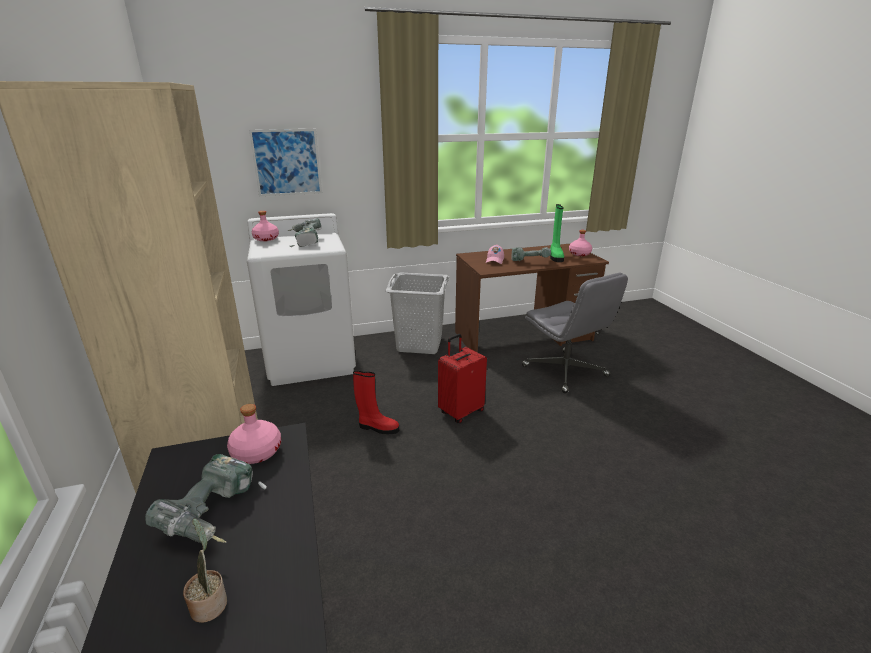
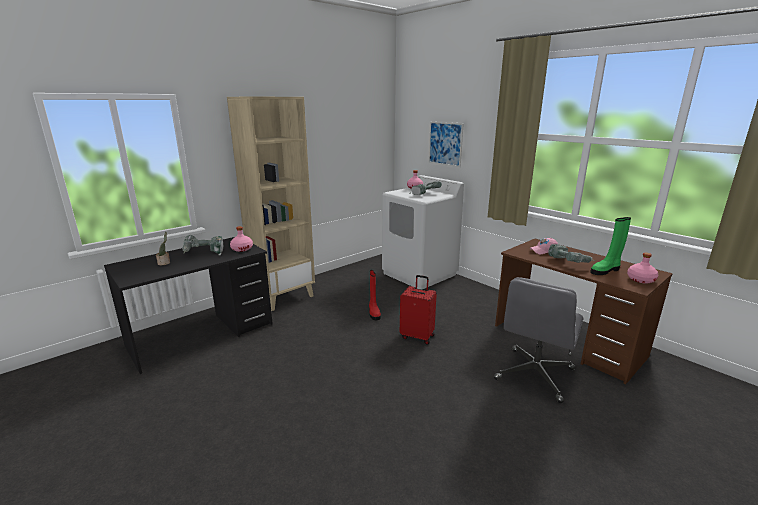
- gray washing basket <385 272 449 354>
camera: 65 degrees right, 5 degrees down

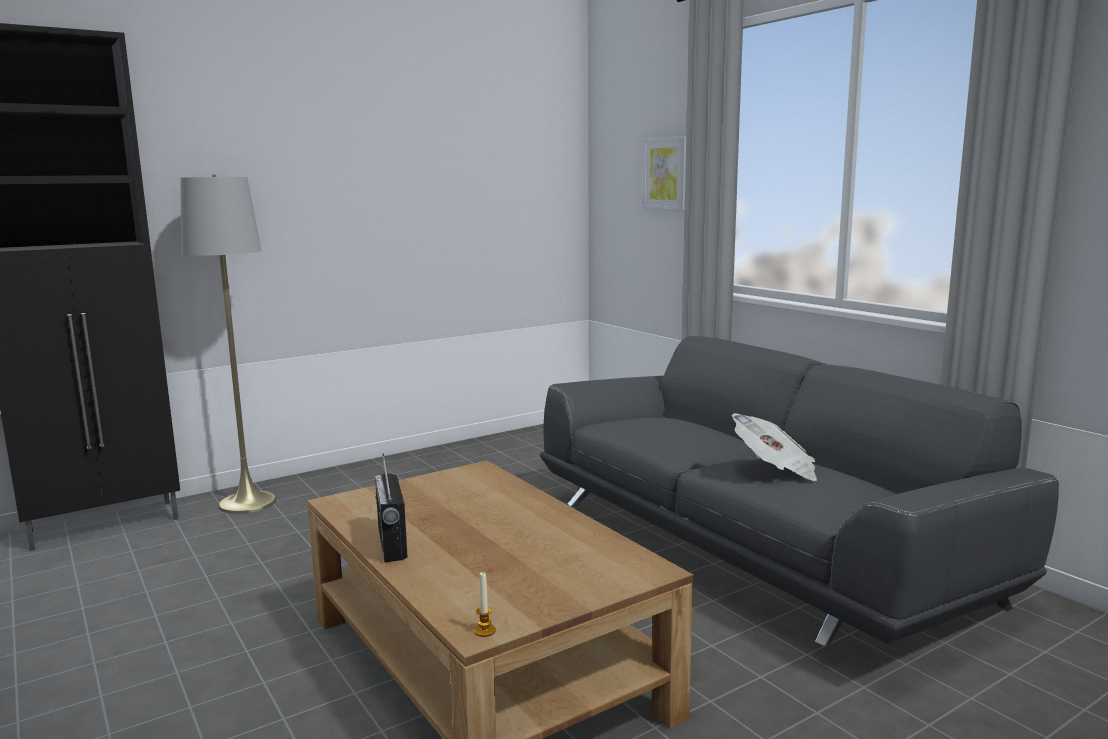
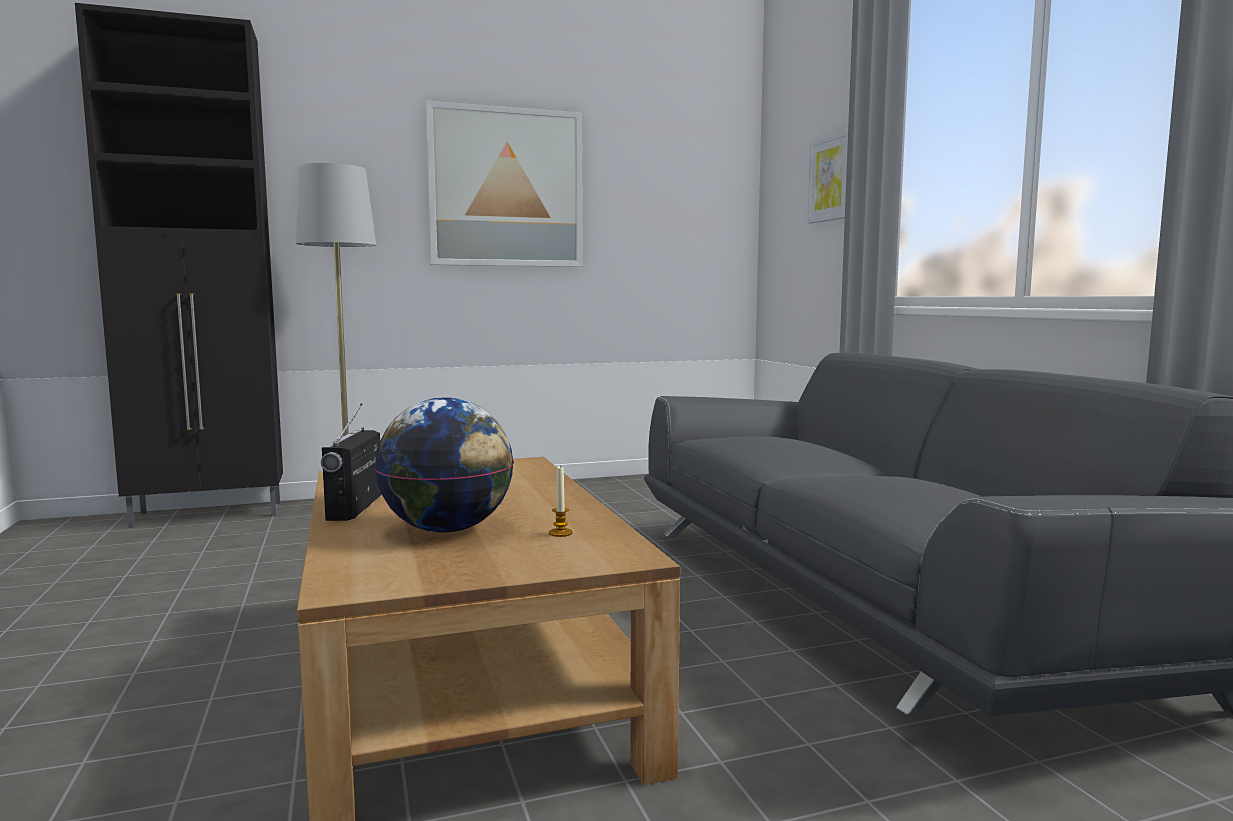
- newspaper <732 413 817 481>
~ wax candle <474 572 496 637> to <549 466 572 537>
+ picture <425 101 583 267>
+ world globe <375 398 514 532>
camera: 15 degrees right, 5 degrees down

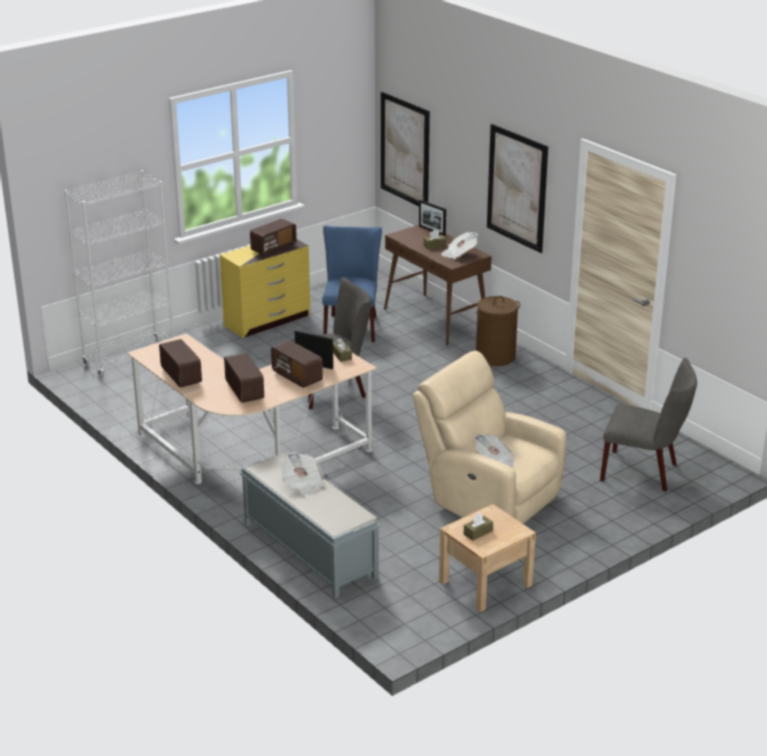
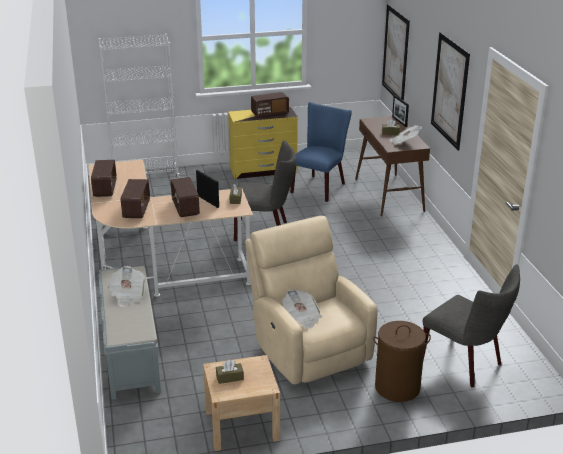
~ brown-coloured washing basket <475 296 520 366> to <373 321 431 402>
camera: 25 degrees right, 0 degrees up

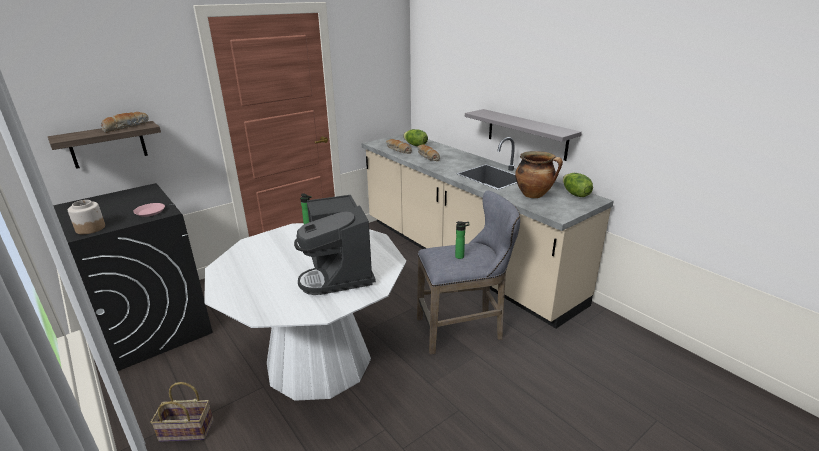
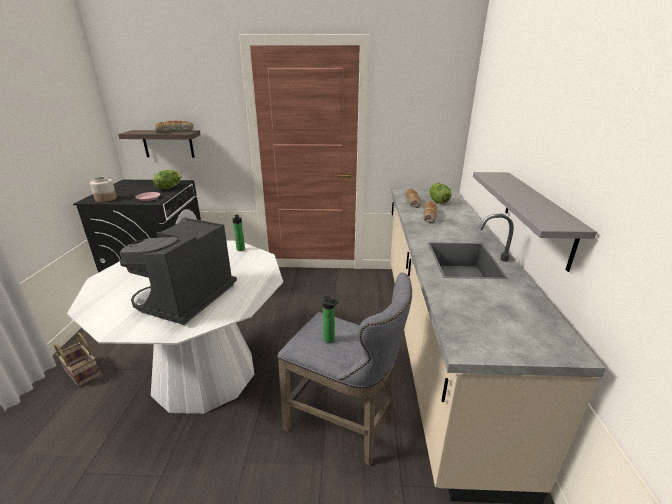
- cooking pot <515 151 563 198>
~ lettuce <563 173 593 197> to <153 170 181 189>
camera: 40 degrees right, 0 degrees up

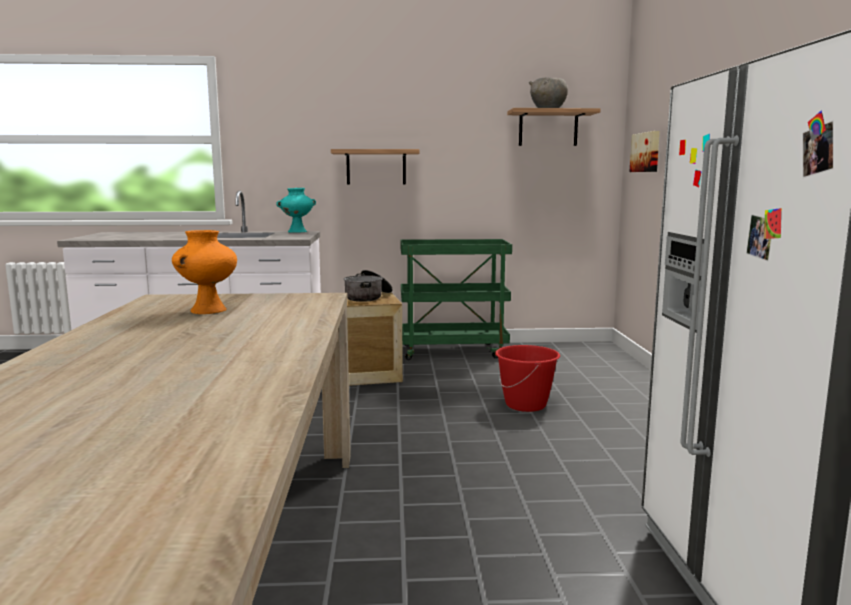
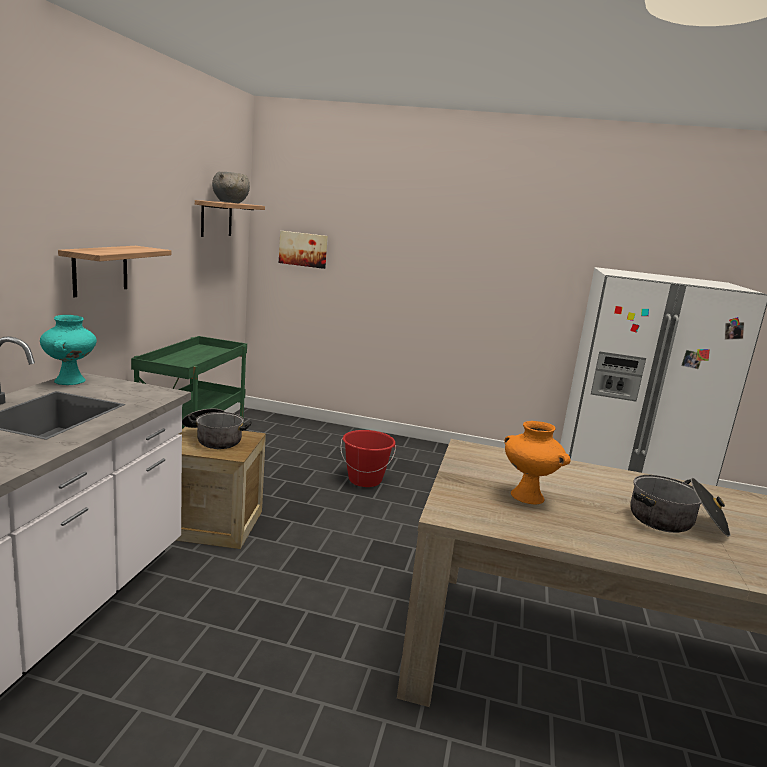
+ cooking pot <630 475 730 537>
camera: 75 degrees left, 5 degrees up

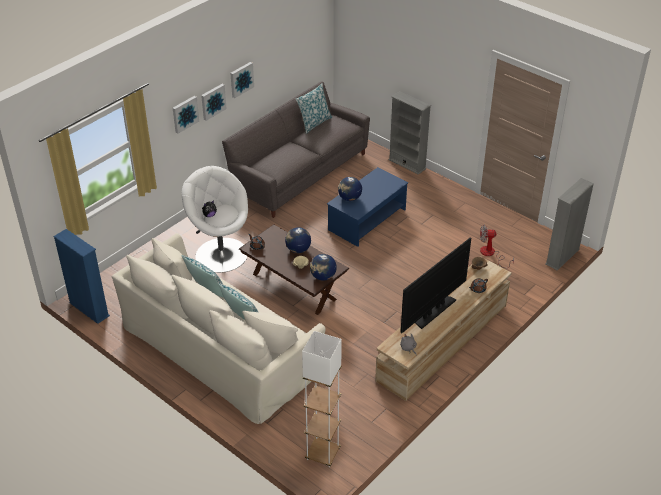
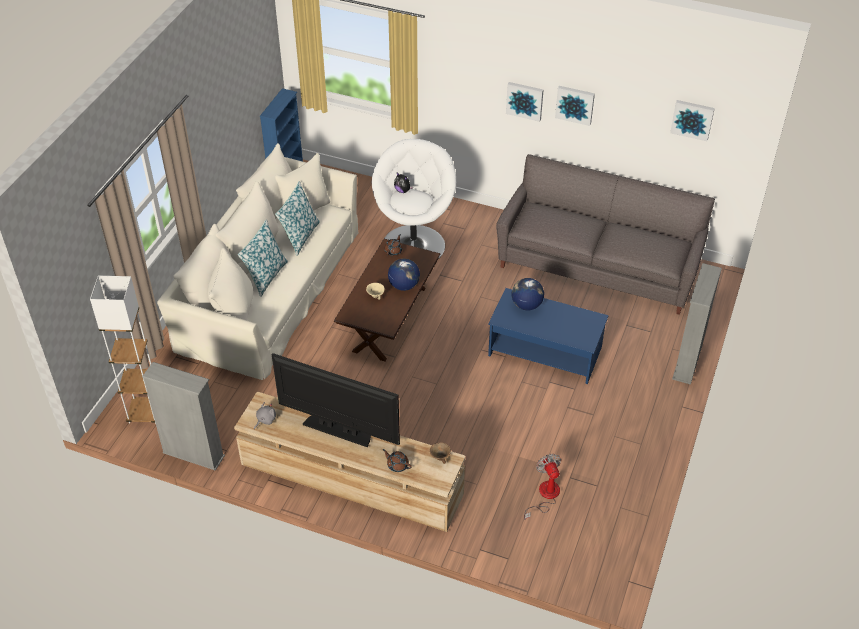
- throw pillow <296 83 332 134>
~ picture <173 96 199 134> to <670 100 715 141>
~ gray bookshelf <545 178 594 271> to <142 362 225 471>
- world globe <310 254 337 281>
camera: 70 degrees right, 5 degrees up

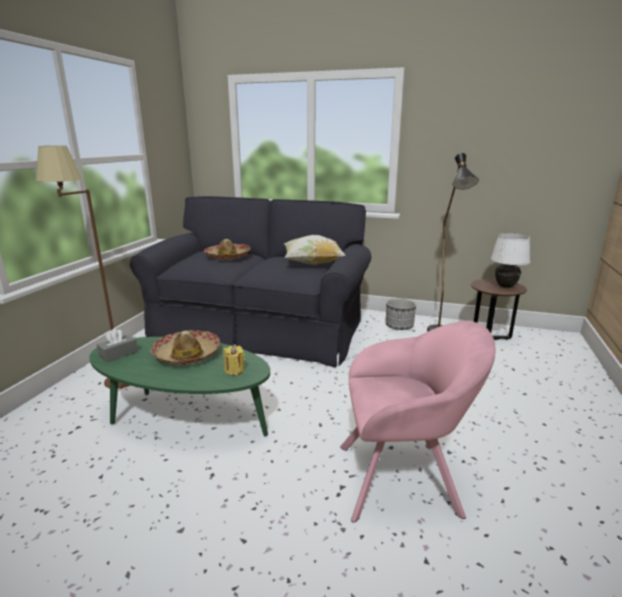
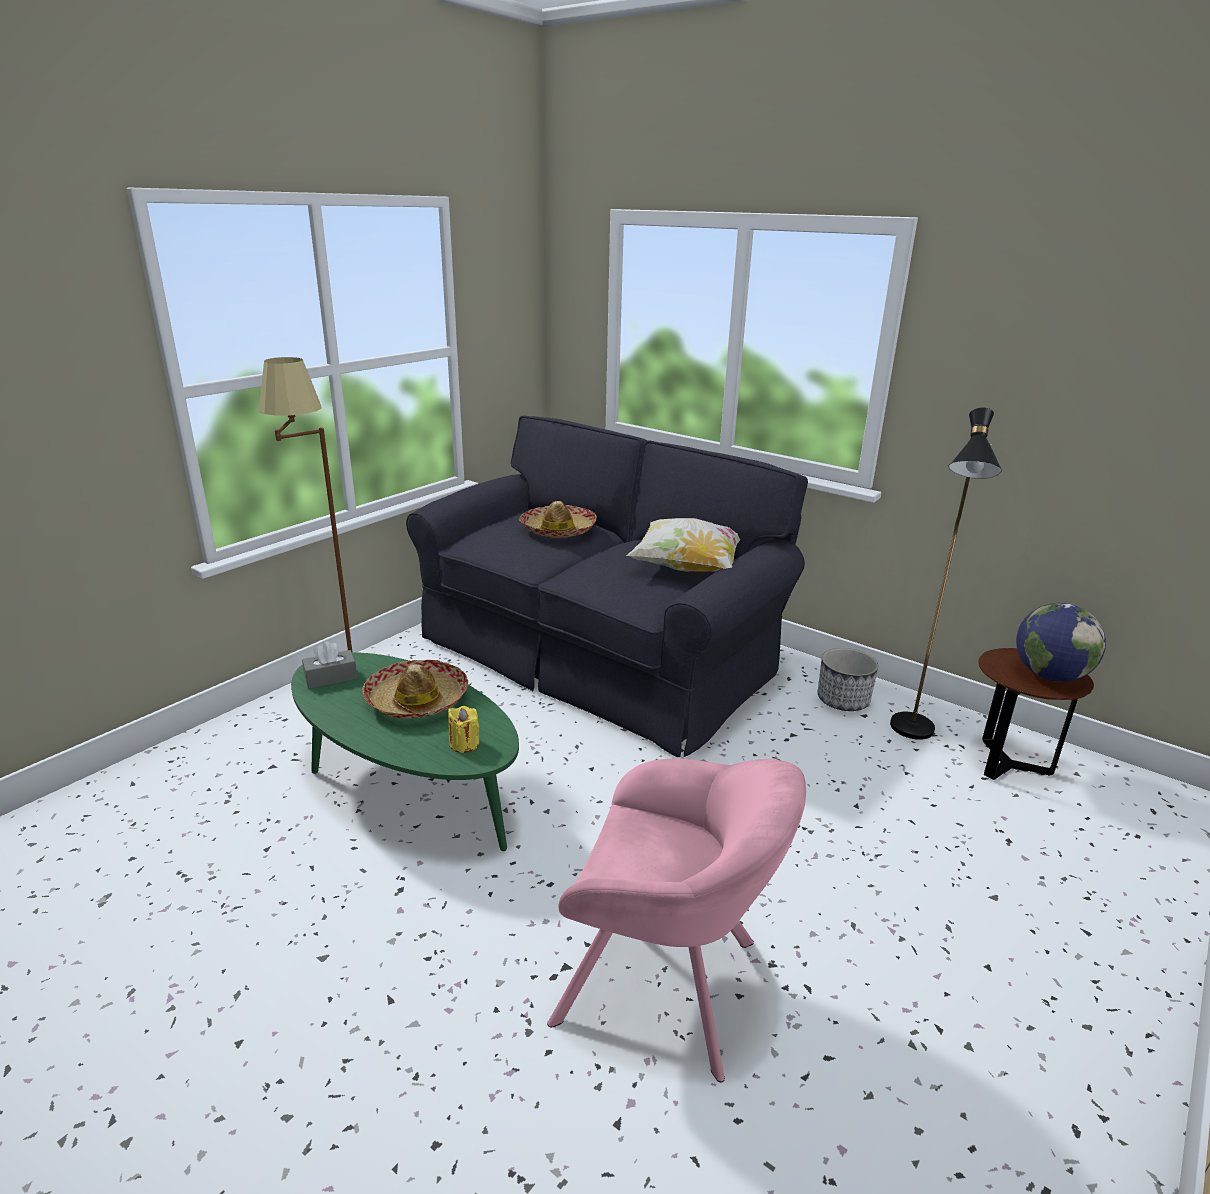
~ white tabletop lamp <490 233 531 288> to world globe <1016 603 1106 682>
camera: 20 degrees right, 5 degrees up

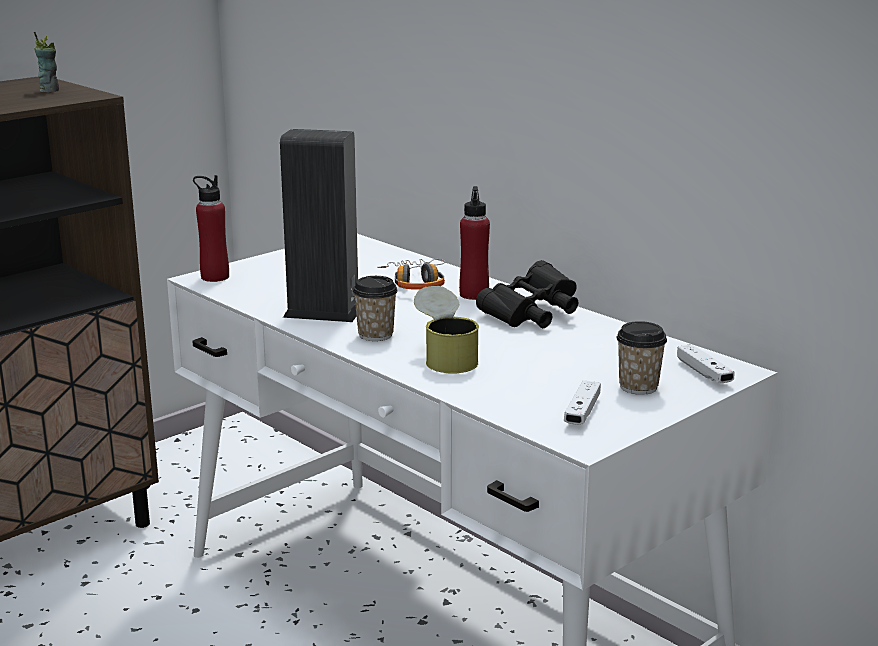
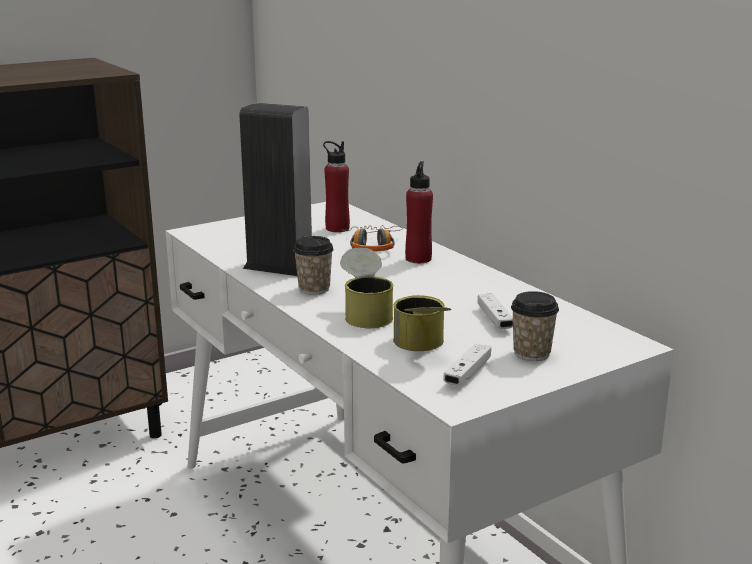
- small cup <34 32 59 92>
~ red drink bottle <193 175 229 282> to <323 141 350 232>
- black-coloured field glasses <476 260 578 328>
~ white game controller <677 344 735 383> to <478 293 513 329>
+ can <393 295 451 351>
camera: 10 degrees right, 0 degrees up

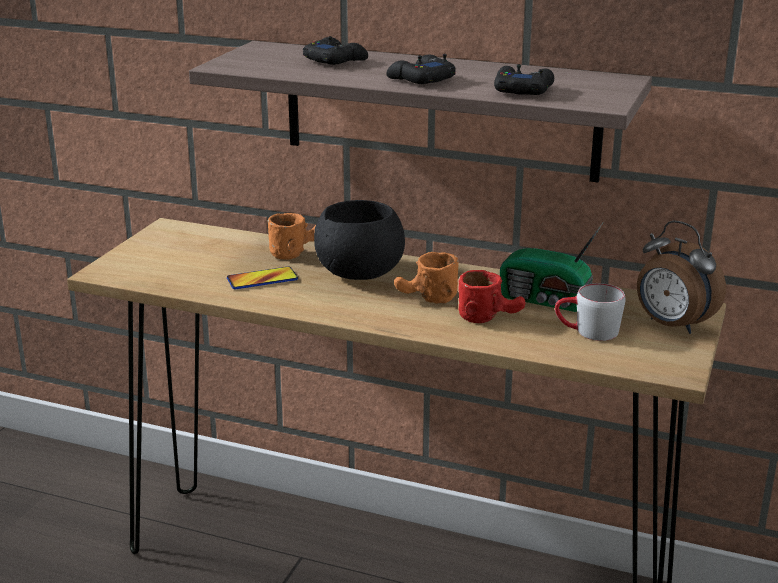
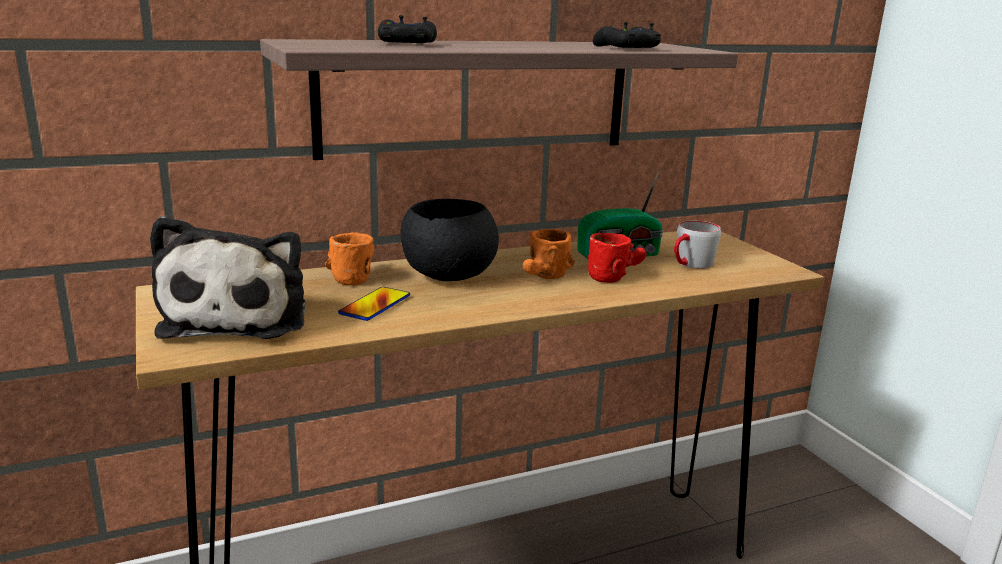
- black-coloured game controller <386 54 456 84>
- table clock <637 220 726 334>
+ soft toy <150 216 305 339>
camera: 45 degrees left, 5 degrees down

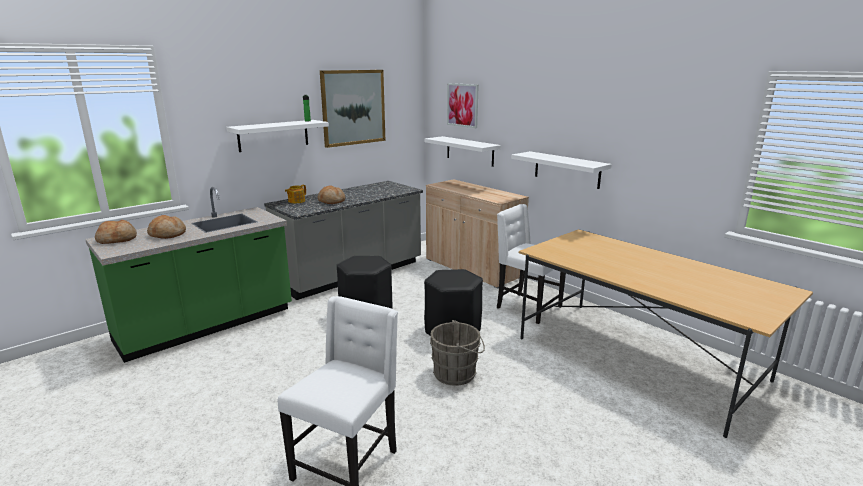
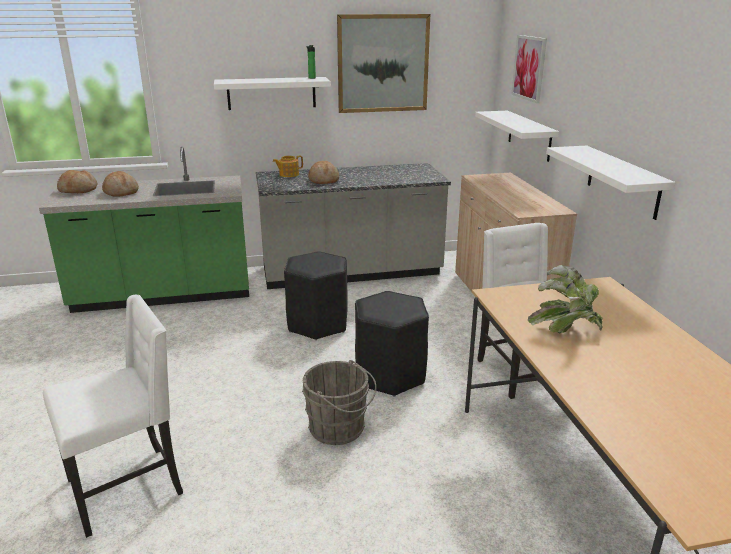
+ plant in a pot <528 265 603 333>
camera: 30 degrees right, 5 degrees up

